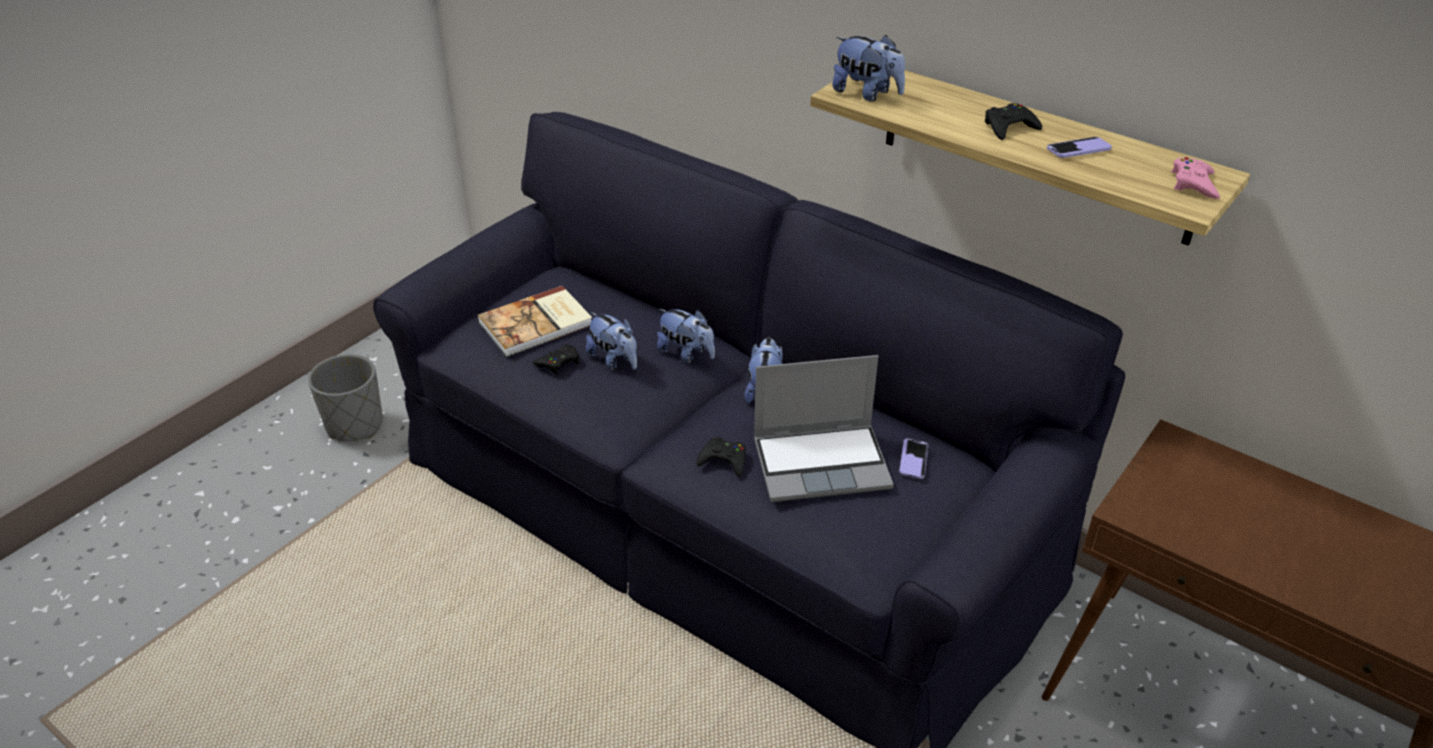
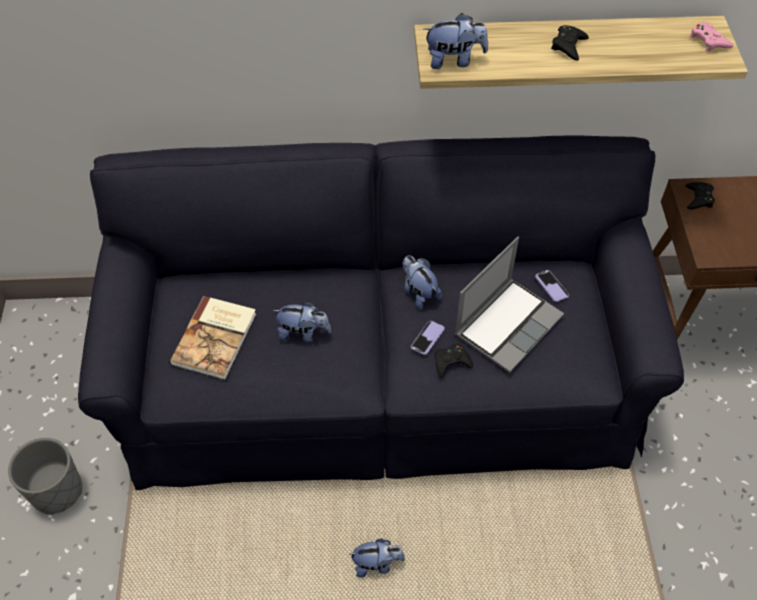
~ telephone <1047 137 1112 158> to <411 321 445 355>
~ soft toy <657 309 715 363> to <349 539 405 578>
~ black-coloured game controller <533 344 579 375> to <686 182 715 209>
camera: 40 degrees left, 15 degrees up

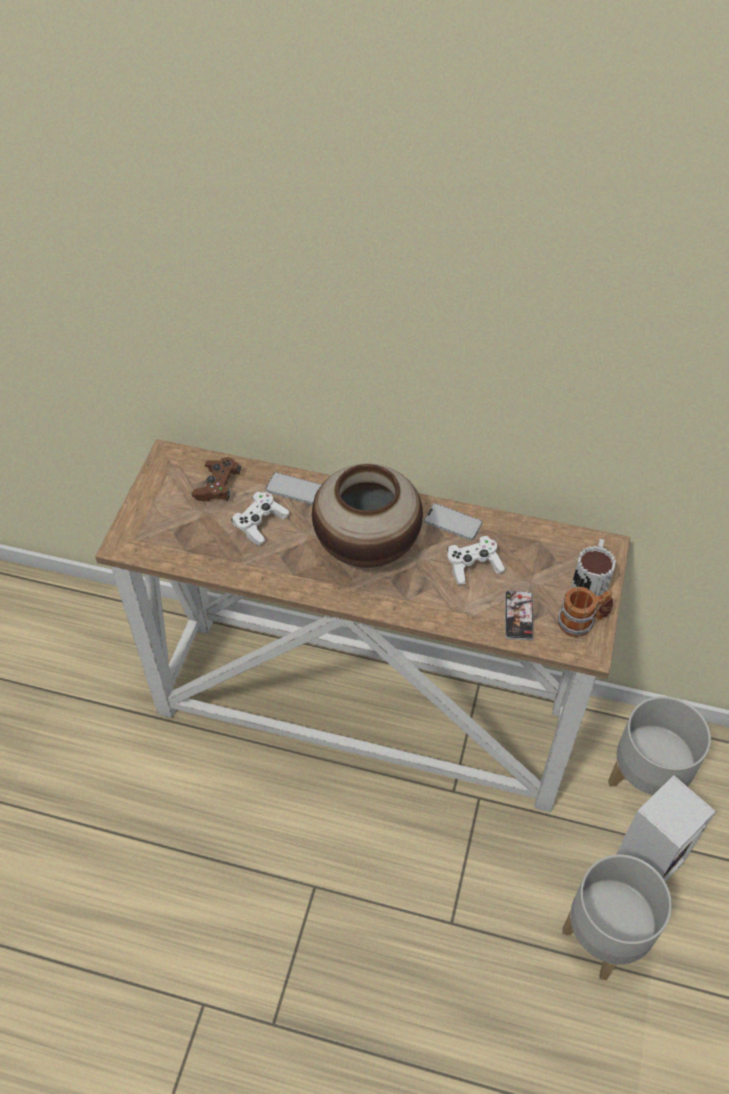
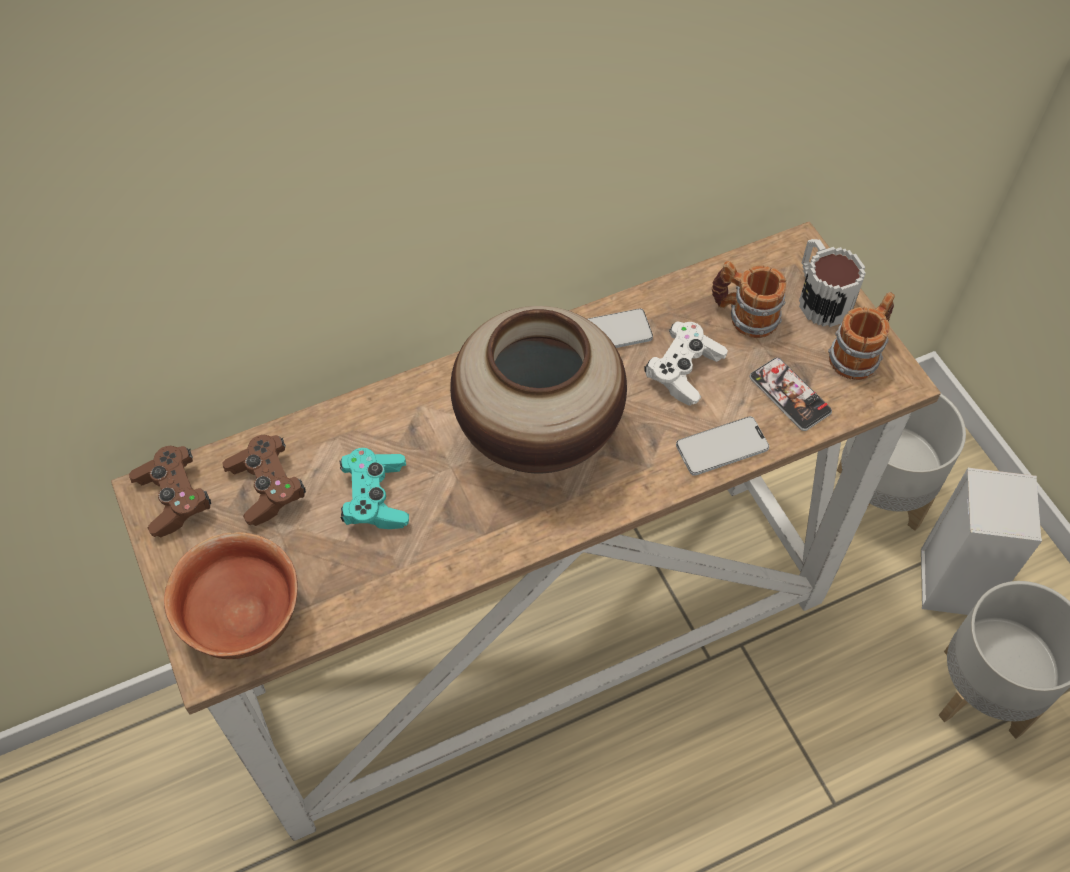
~ telephone <266 472 321 504> to <676 416 769 476>
~ white game controller <231 492 289 545> to blue-green game controller <340 448 409 529>
+ coffee mug <712 261 786 338>
+ brown-coloured game controller <129 446 211 538>
+ bowl <164 532 298 659>
camera: 40 degrees left, 5 degrees up

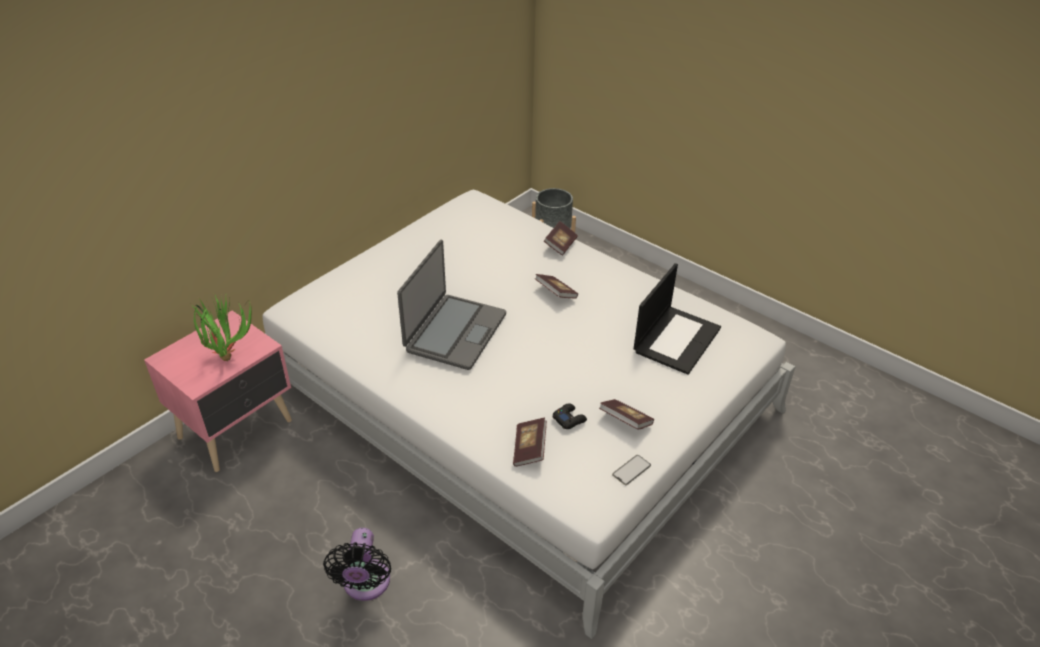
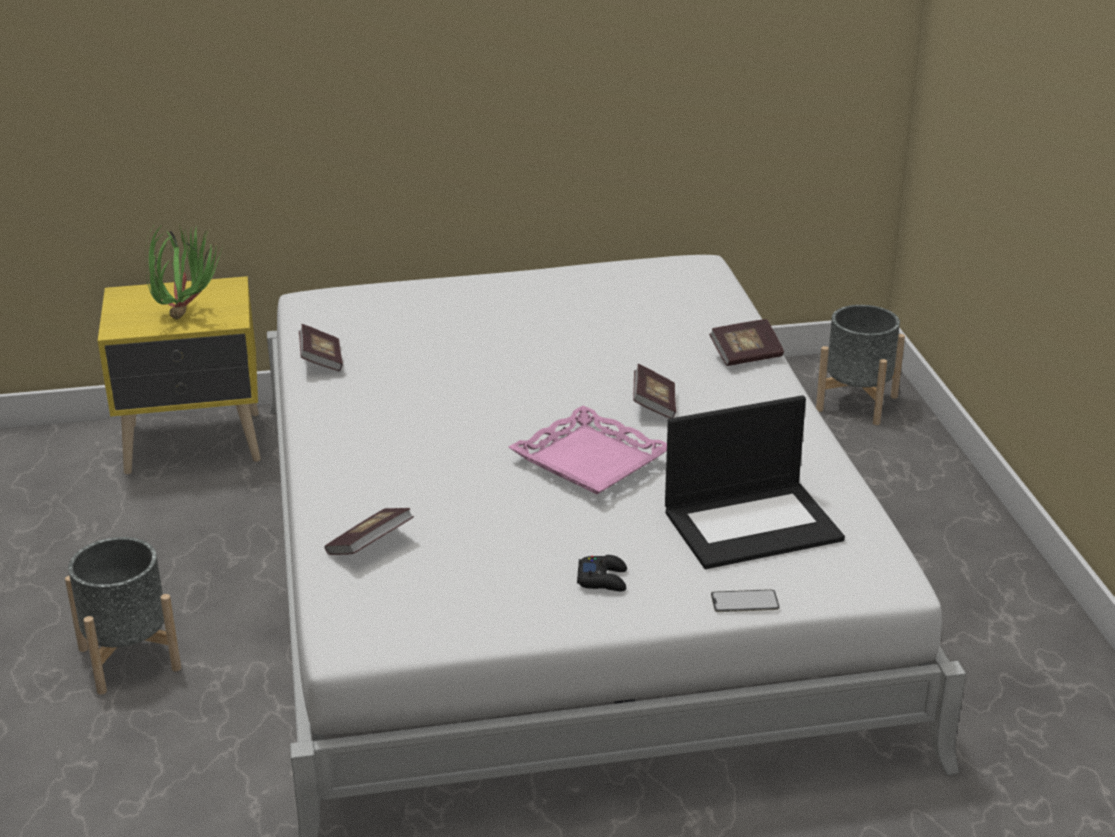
- laptop <397 240 506 370>
~ pink night table <144 310 292 472> to yellowish night table <98 276 261 474>
~ bound book <599 399 654 430> to <299 324 343 371>
~ black-coloured game controller <552 403 587 429> to <577 555 627 591>
~ telephone <612 455 651 485> to <711 589 779 612>
~ black-coloured cooling fan <323 528 391 601> to gray flower pot <65 537 181 695>
+ pink carrying tray <509 405 667 495>
camera: 40 degrees right, 10 degrees down

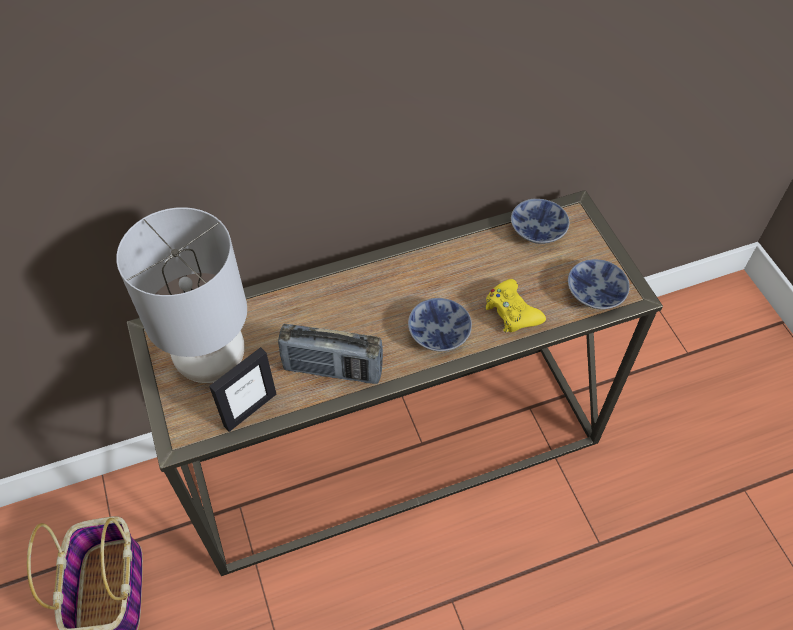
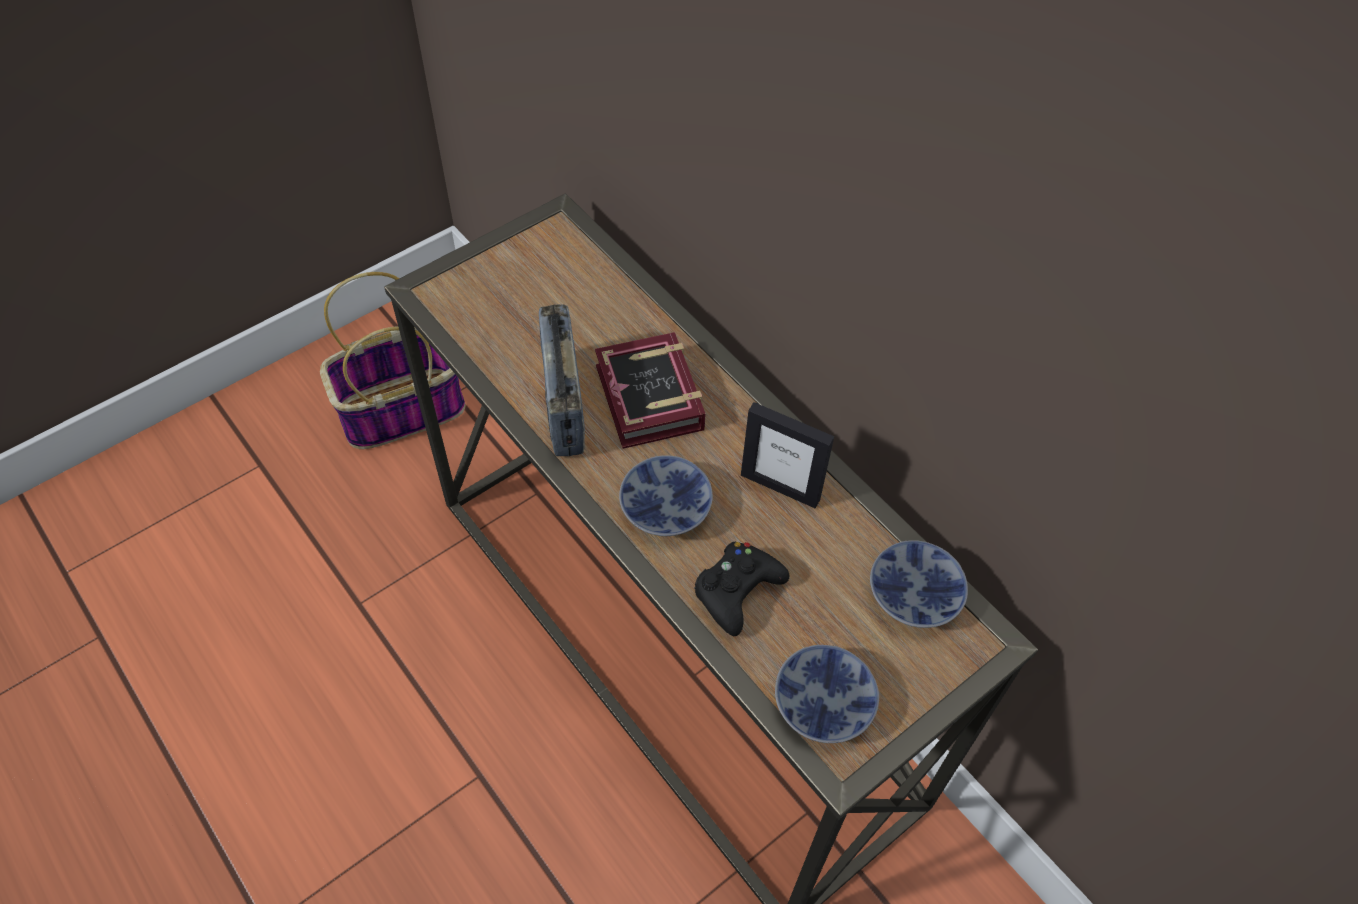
- gray tabletop lamp <116 207 247 383>
~ yellowish game controller <485 279 546 333> to black-coloured game controller <694 542 789 636>
~ standing frame <209 347 277 432> to <741 402 834 509>
+ bound book <595 332 706 449>
camera: 70 degrees right, 0 degrees up

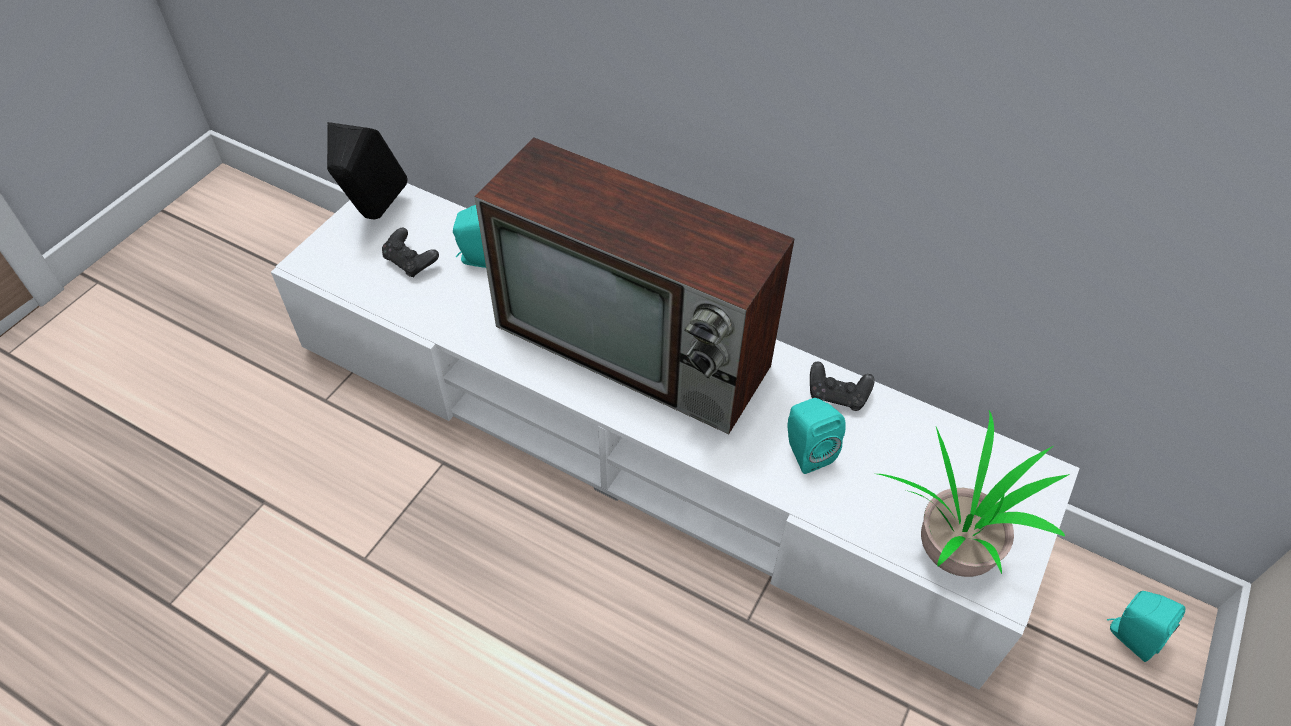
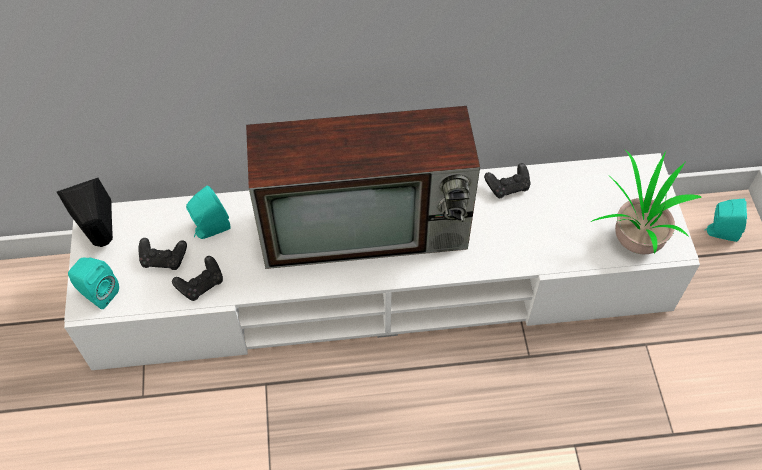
~ blue-green speaker <787 398 846 474> to <68 257 119 309>
+ black-coloured game controller <172 256 223 301>
camera: 35 degrees left, 5 degrees up

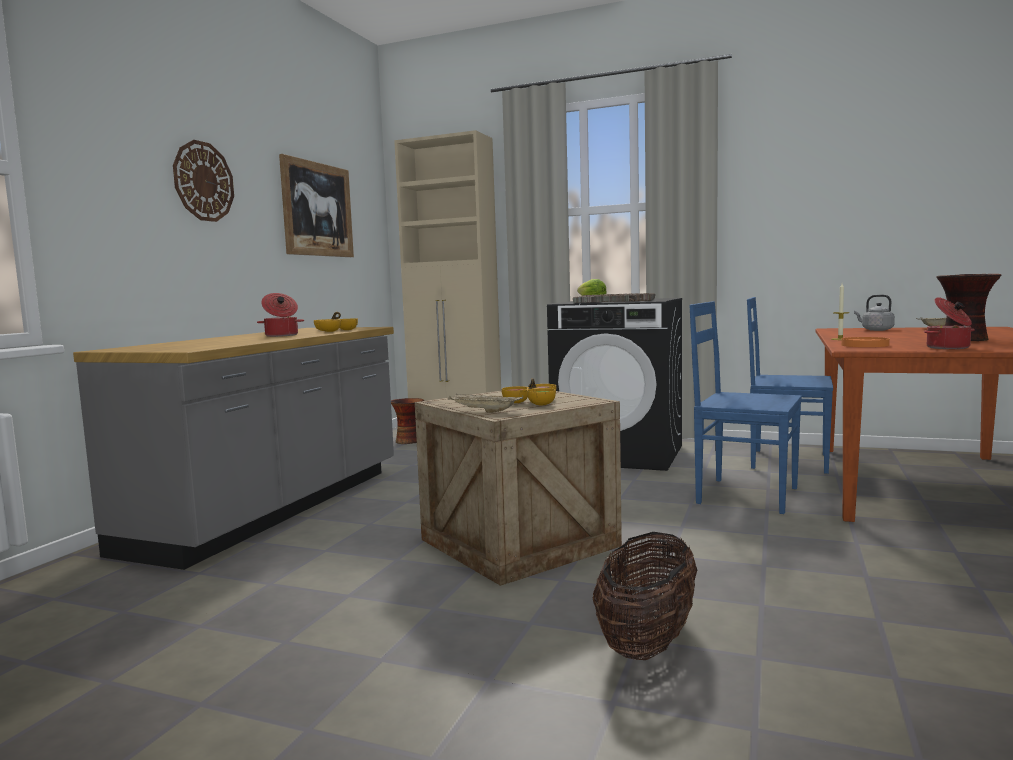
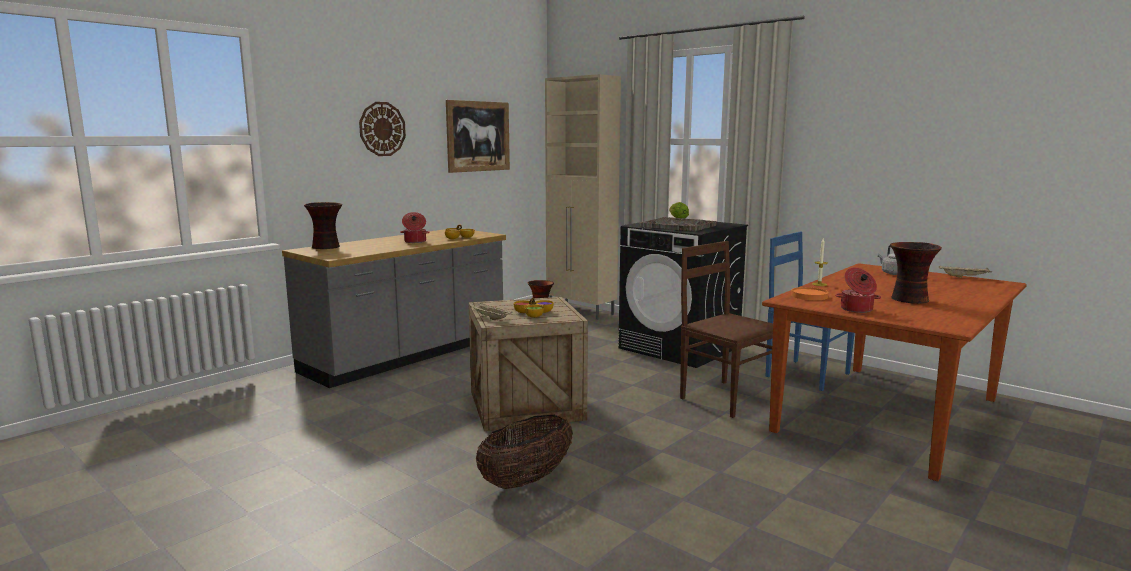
~ blue-coloured plain chair <689 301 802 514> to brown-coloured plain chair <680 241 773 418>
+ vase <304 202 342 249>
camera: 20 degrees right, 5 degrees up

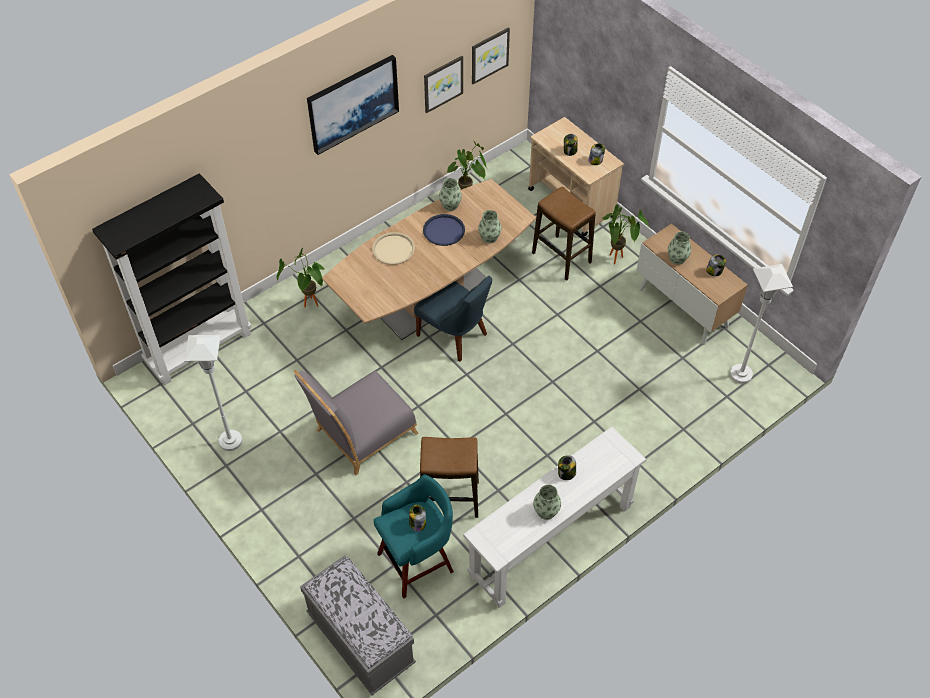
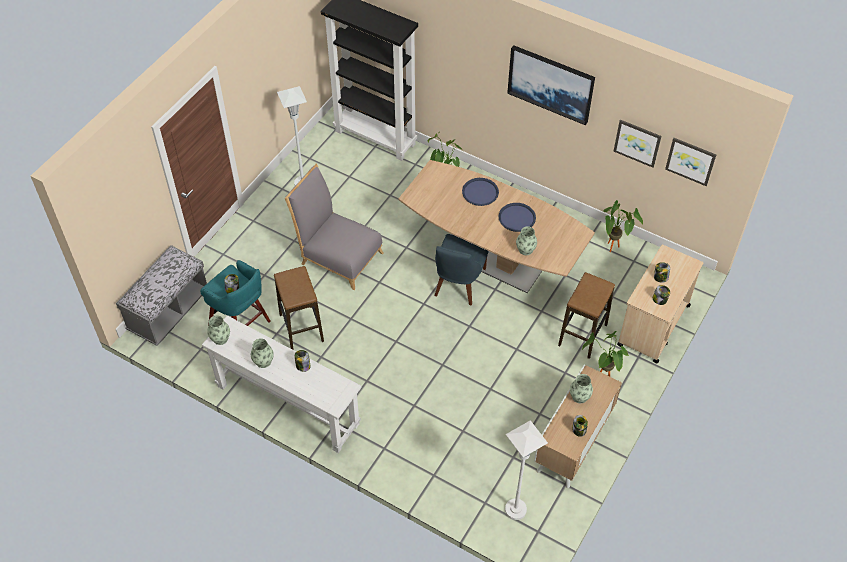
~ vase <439 178 462 211> to <207 315 230 345>
~ sand-coloured carrying tray <372 232 415 265> to blue-coloured carrying tray <462 178 499 206>
camera: 70 degrees right, 0 degrees up

